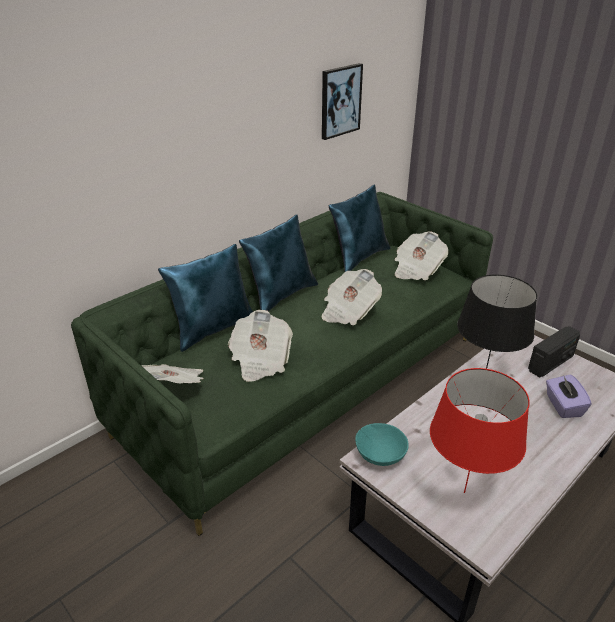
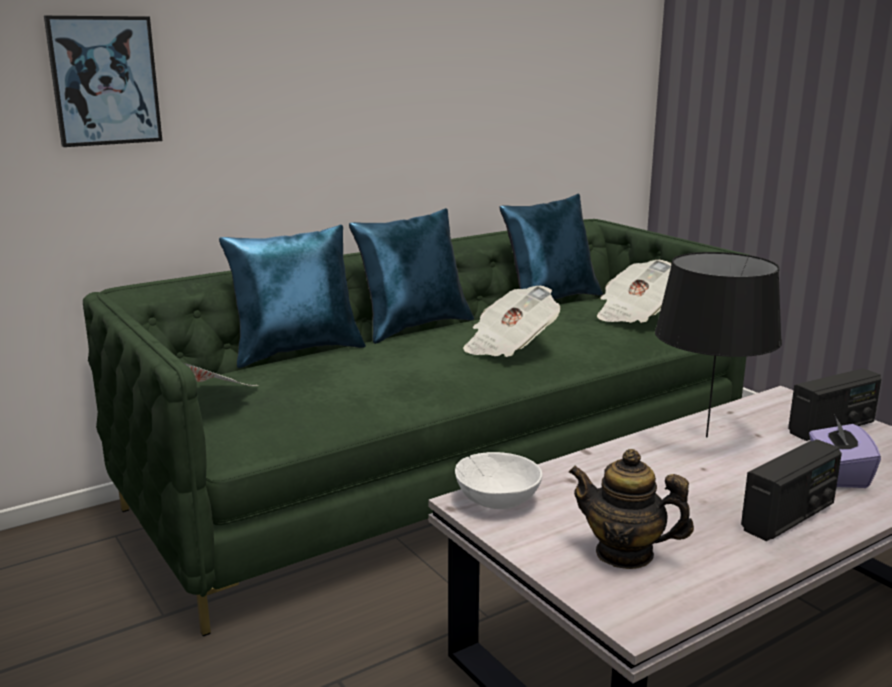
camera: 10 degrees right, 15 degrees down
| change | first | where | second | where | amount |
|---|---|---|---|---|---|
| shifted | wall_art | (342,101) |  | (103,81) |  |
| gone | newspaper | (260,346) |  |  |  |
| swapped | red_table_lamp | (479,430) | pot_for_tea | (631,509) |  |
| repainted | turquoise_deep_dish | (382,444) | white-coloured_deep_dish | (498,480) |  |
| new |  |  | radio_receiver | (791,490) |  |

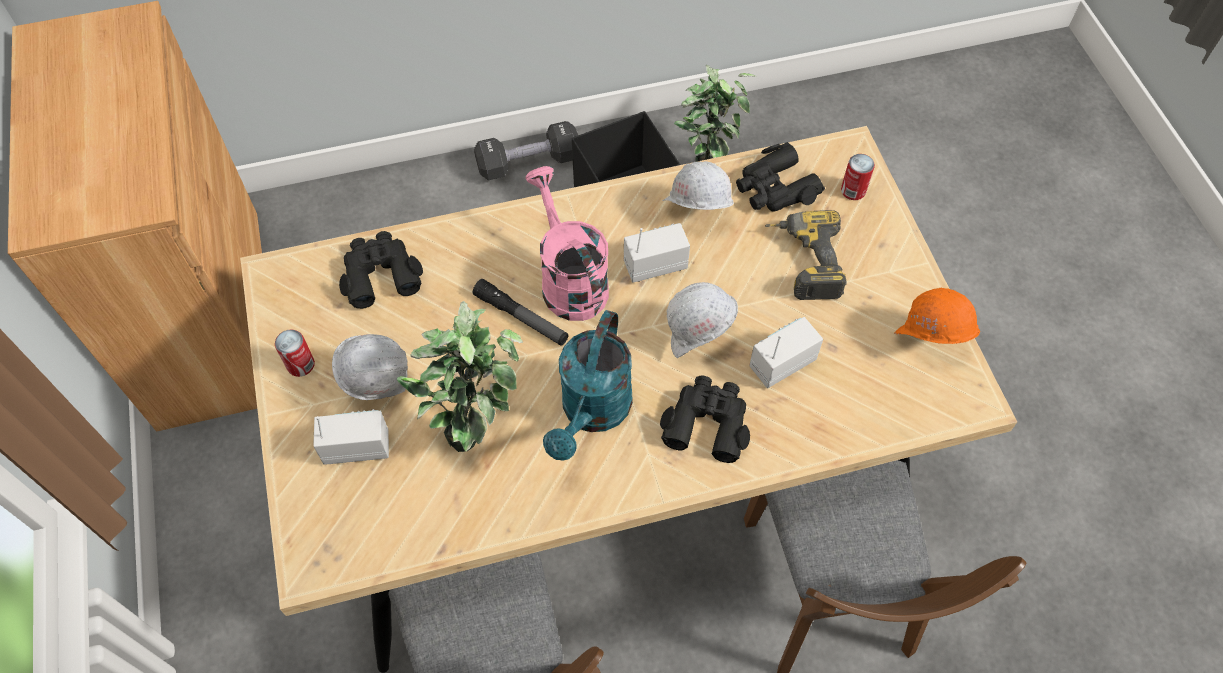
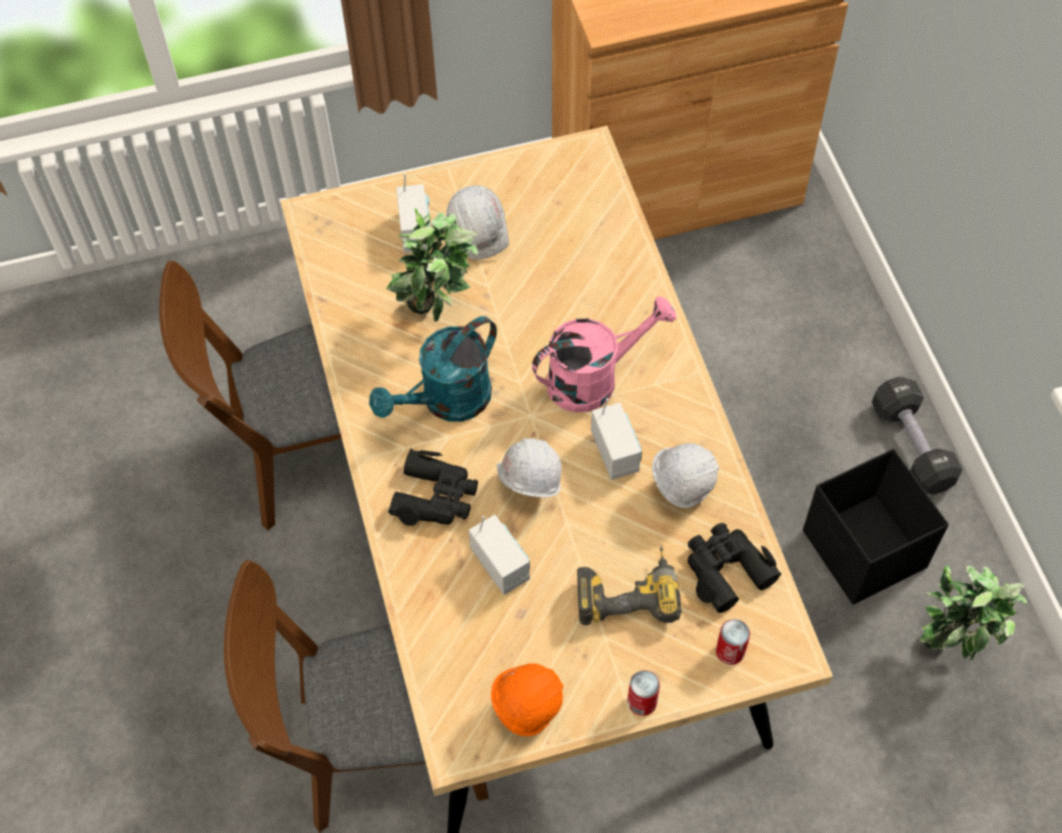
camera: 90 degrees right, 0 degrees up
| change | first | where | second | where | amount |
|---|---|---|---|---|---|
| gone | blackish_binoculars | (381,270) |  |  |  |
| gone | flashlight | (521,312) |  |  |  |
| rotated | turquoise_watering_can | (588,385) |  | (433,369) | 60 degrees counterclockwise |
| shifted | metal_can | (295,353) |  | (644,693) |  |

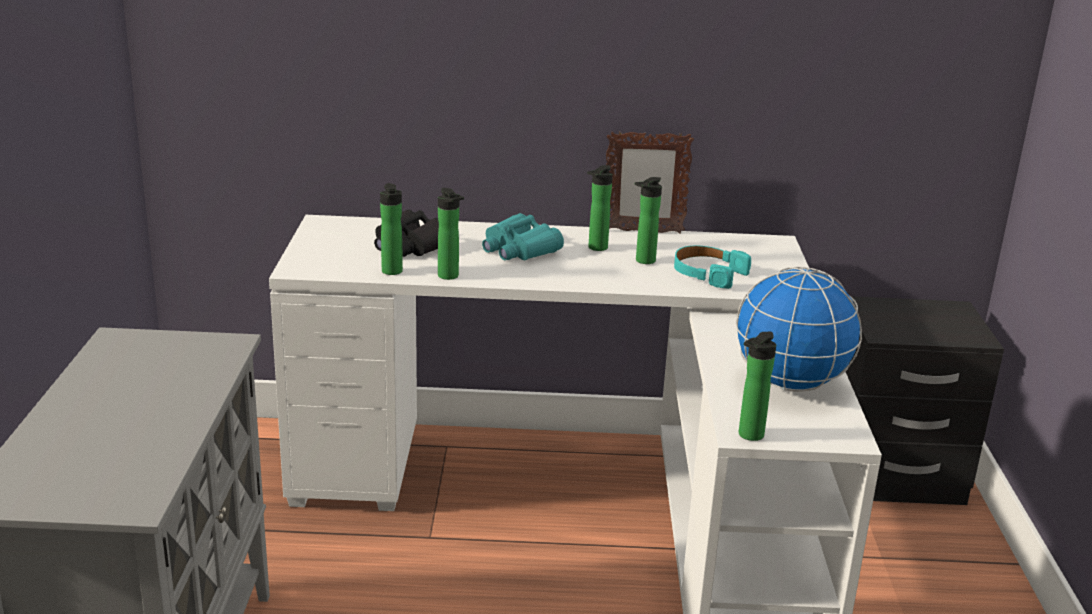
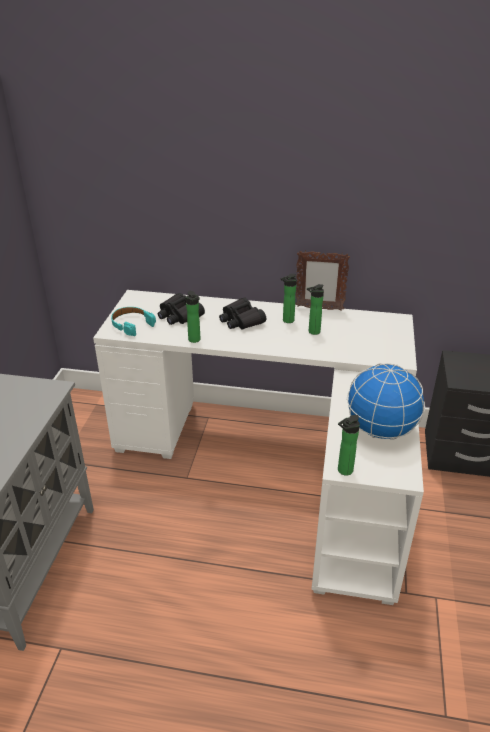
camera: 10 degrees right, 10 degrees up
| change | first | where | second | where | amount |
|---|---|---|---|---|---|
| gone | drink_bottle | (391,229) |  |  |  |
| repainted | turquoise_binoculars | (523,236) | blackish_binoculars | (242,313) |  |
| shifted | turquoise_headphones | (712,267) |  | (133,321) |  |

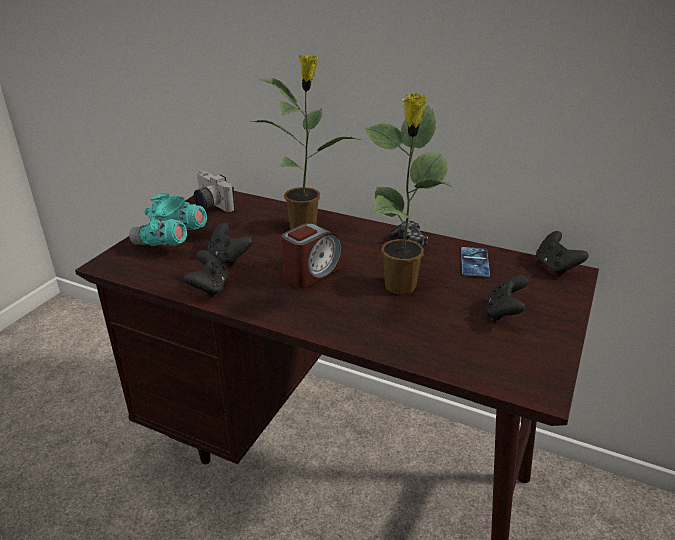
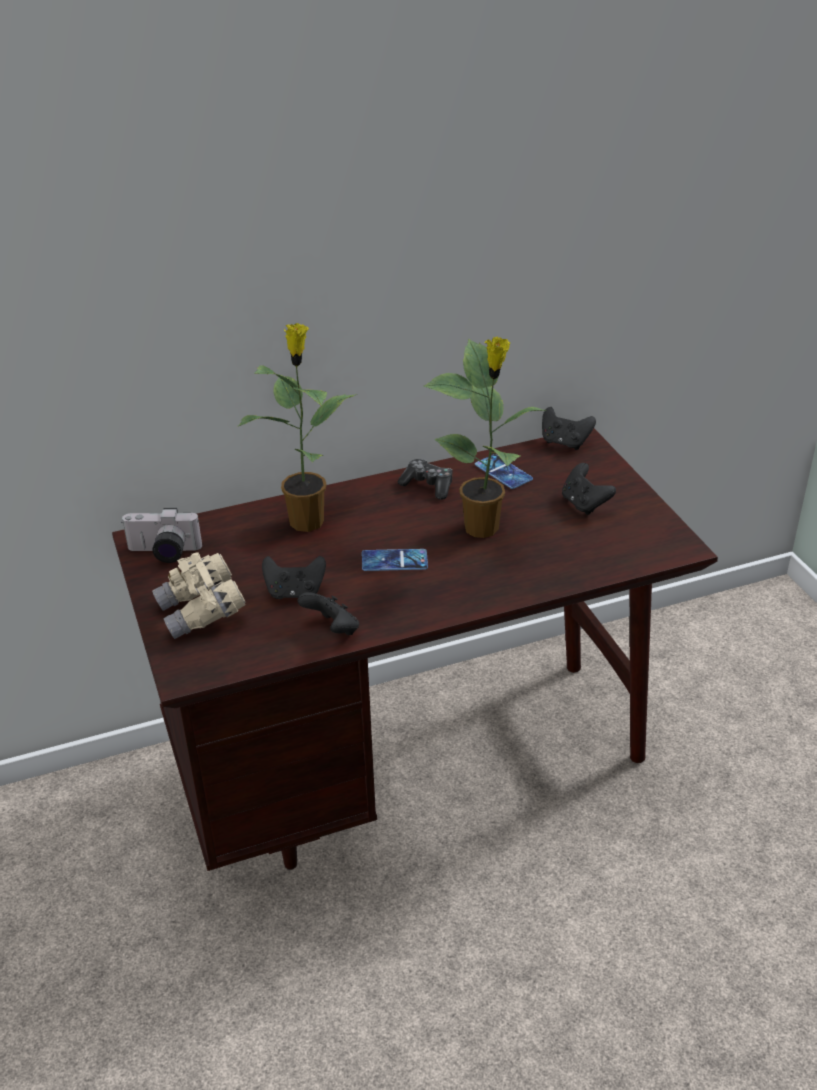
camera: 45 degrees left, 5 degrees up
| change | first | where | second | where | amount |
|---|---|---|---|---|---|
| repainted | turquoise_binoculars | (168,219) | sand-coloured_binoculars | (199,596) |  |
| swapped | alarm_clock | (311,255) | telephone | (395,560) |  |

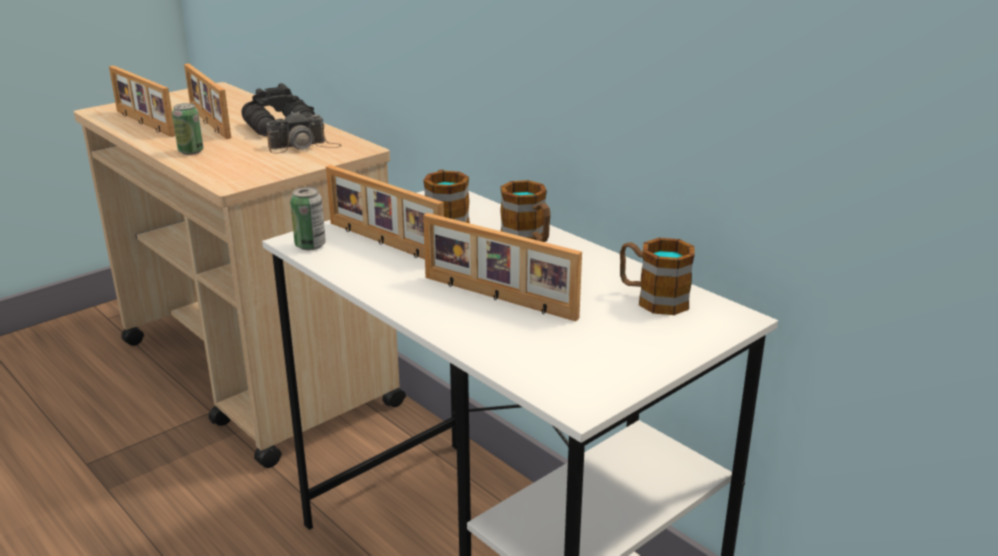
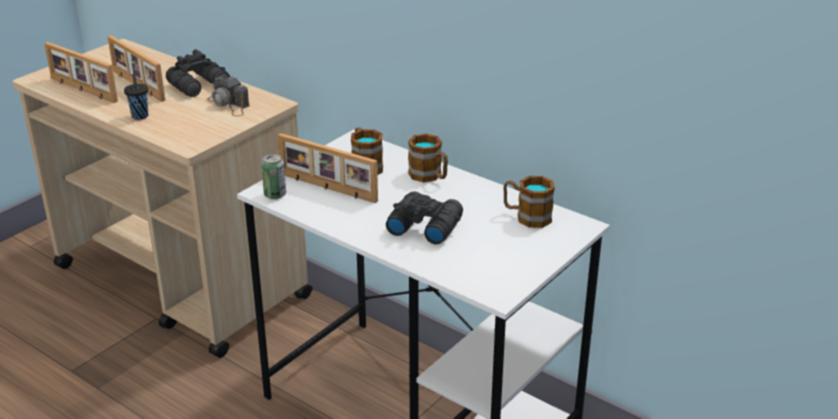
camera: 10 degrees left, 5 degrees up
| change | first | where | second | where | amount |
|---|---|---|---|---|---|
| swapped | metal_can | (188,129) | blackish_drinking_cup | (136,97) |  |
| rotated | photo_camera | (304,132) |  | (228,96) | 75 degrees clockwise |
| swapped | photo_frame | (502,267) | blackish_binoculars | (424,217) |  |

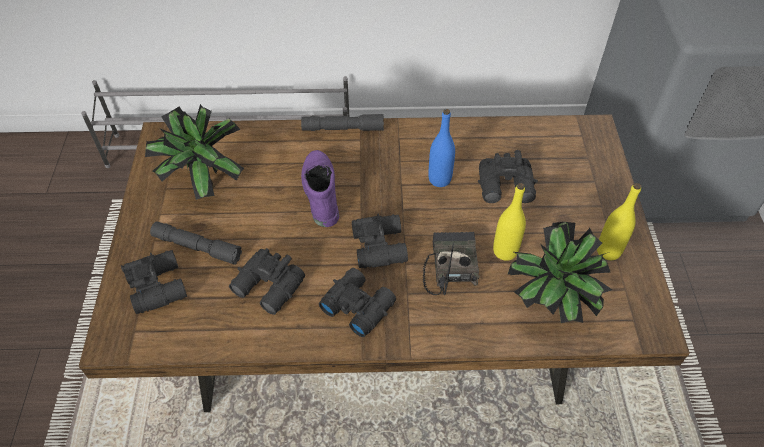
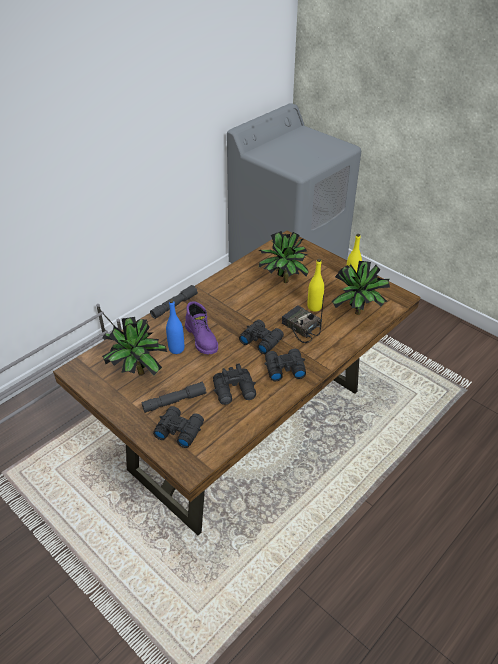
camera: 45 degrees left, 10 degrees down
| change | first | where | second | where | amount |
|---|---|---|---|---|---|
| shifted | blue-coloured_drink_bottle | (441,148) |  | (175,326) |  |
| rotated | purple-coloured_tall_boot | (320,188) |  | (201,328) | 150 degrees counterclockwise |
| swapped | blackish_binoculars | (508,176) | potted_plant | (284,257) |  |

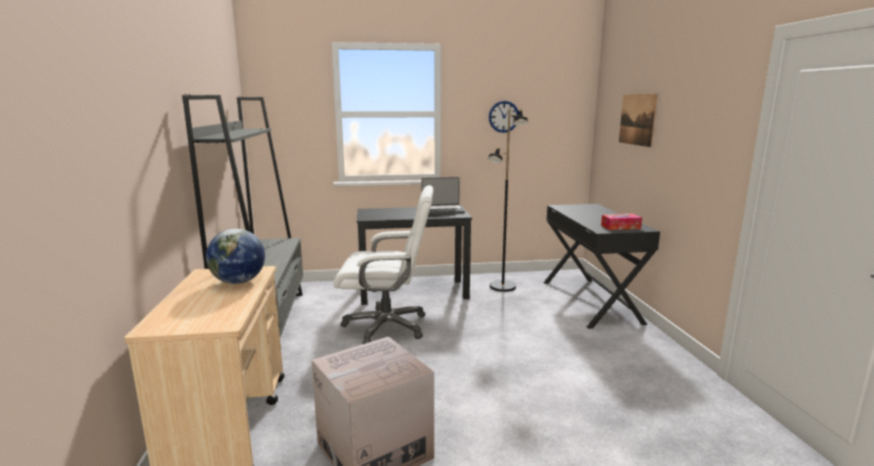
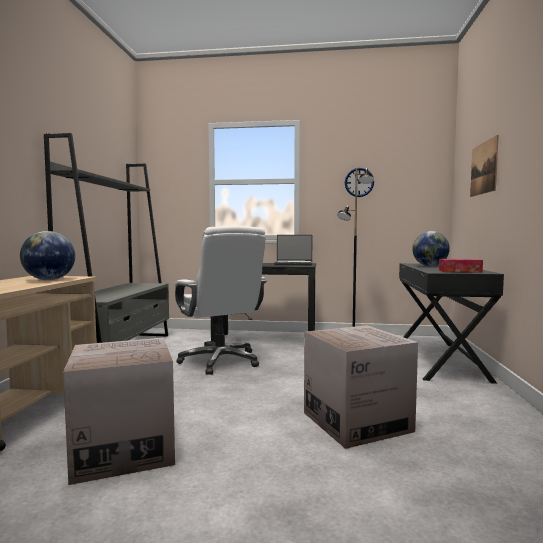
camera: 15 degrees right, 10 degrees down
| change | first | where | second | where | amount |
|---|---|---|---|---|---|
| rotated | white-coloured_desk_chair | (383,264) |  | (221,300) | 45 degrees clockwise |
| new |  |  | globe | (431,248) |  |
| new |  |  | cardboard_box | (361,387) |  |

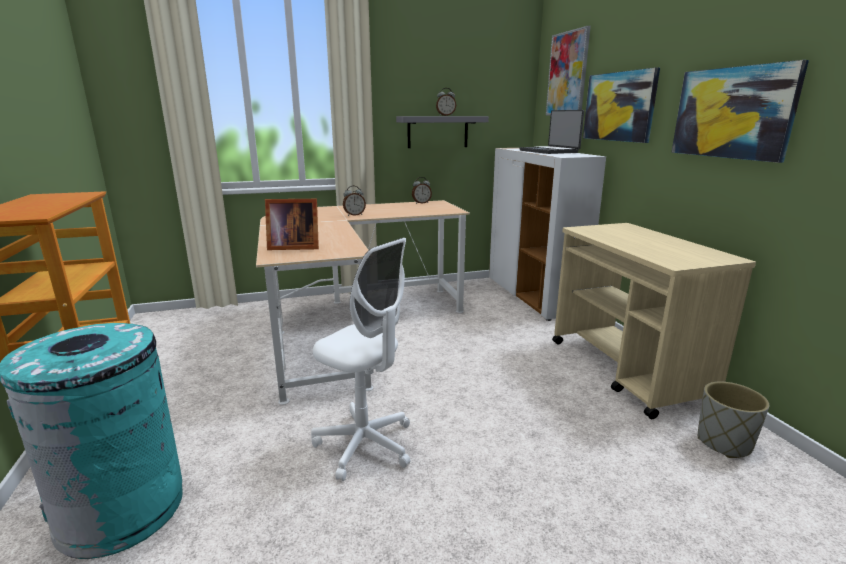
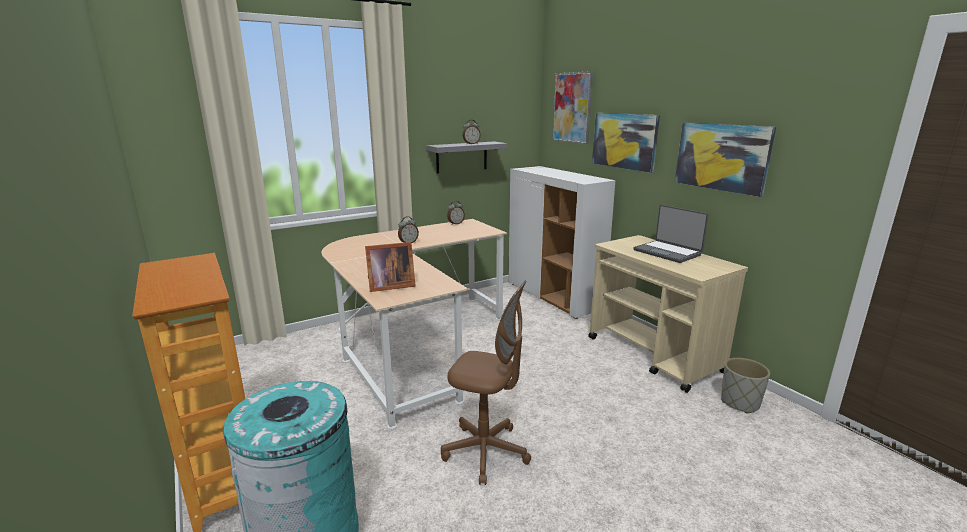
camera: 15 degrees left, 0 degrees up
| change | first | where | second | where | amount |
|---|---|---|---|---|---|
| shifted | portable_computer | (552,132) |  | (671,234) |  |
| repainted | white-coloured_desk_chair | (361,359) | brownish_desk_chair | (486,382) |  |

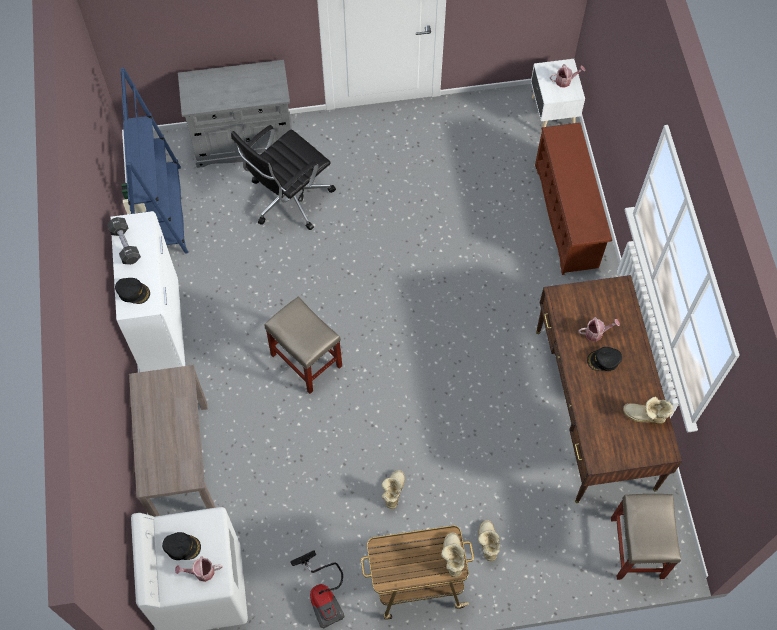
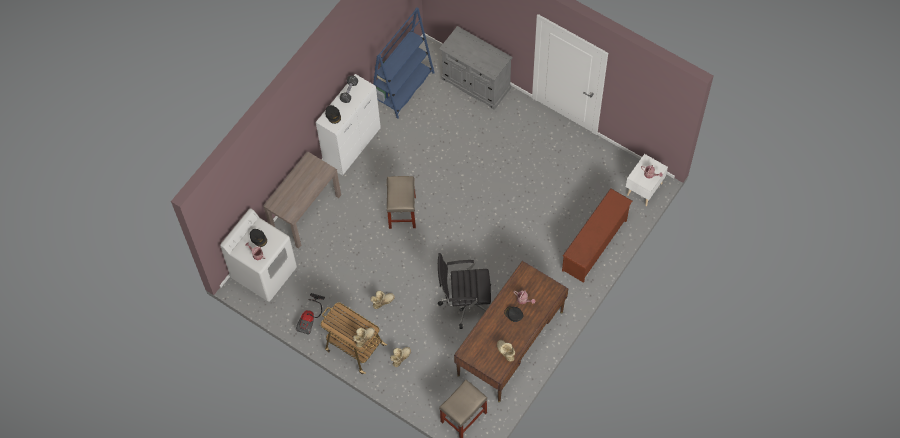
camera: 45 degrees right, 0 degrees up
| change | first | where | second | where | amount |
|---|---|---|---|---|---|
| shifted | blackish_desk_chair | (283,178) |  | (464,291) |  |

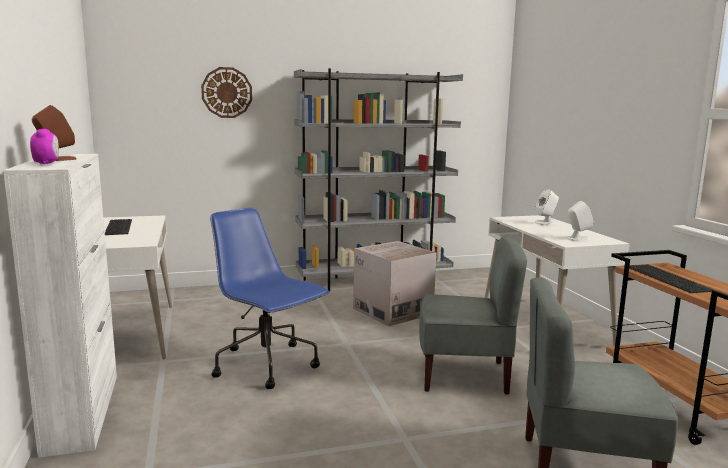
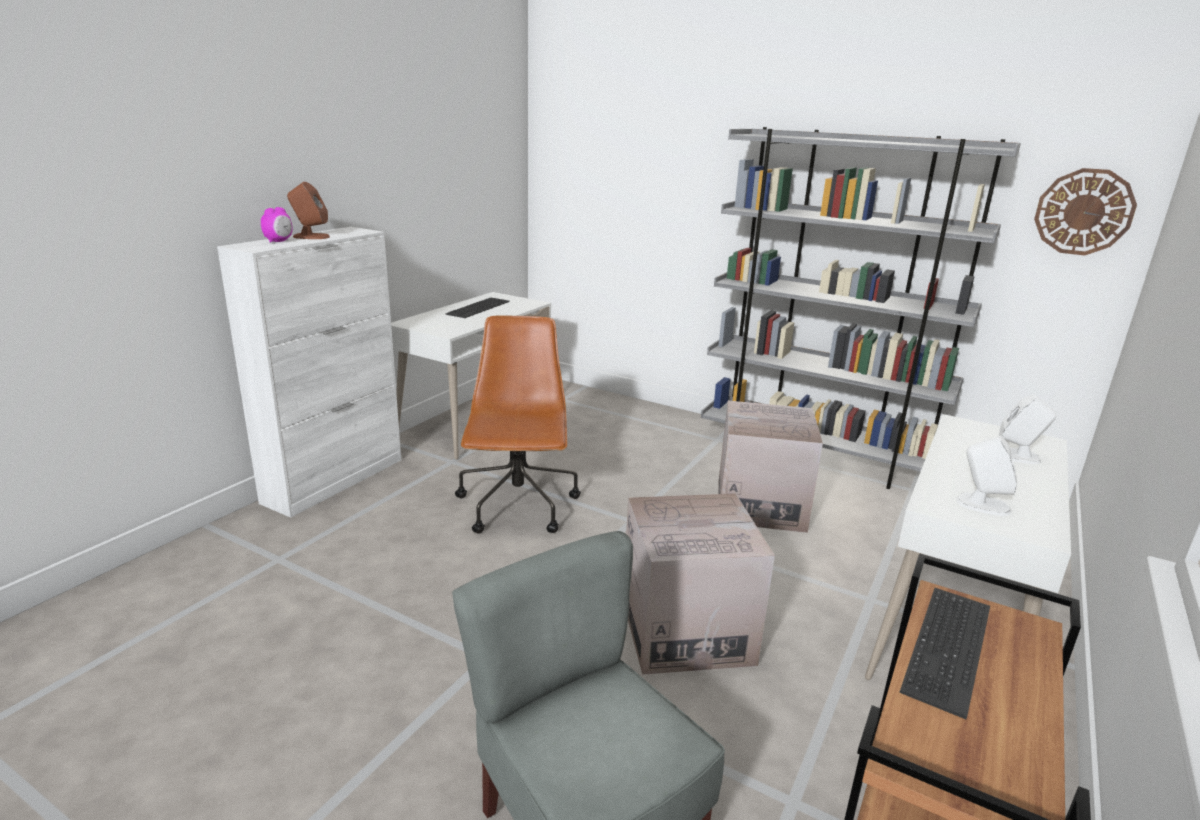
camera: 45 degrees right, 10 degrees up
| change | first | where | second | where | amount |
|---|---|---|---|---|---|
| shifted | hanging_clock | (226,92) |  | (1085,211) |  |
| repainted | blue-coloured_desk_chair | (270,298) | brownish_desk_chair | (518,424) |  |
| swapped | greyish_chair | (473,316) | cardboard_box | (700,584) |  |

